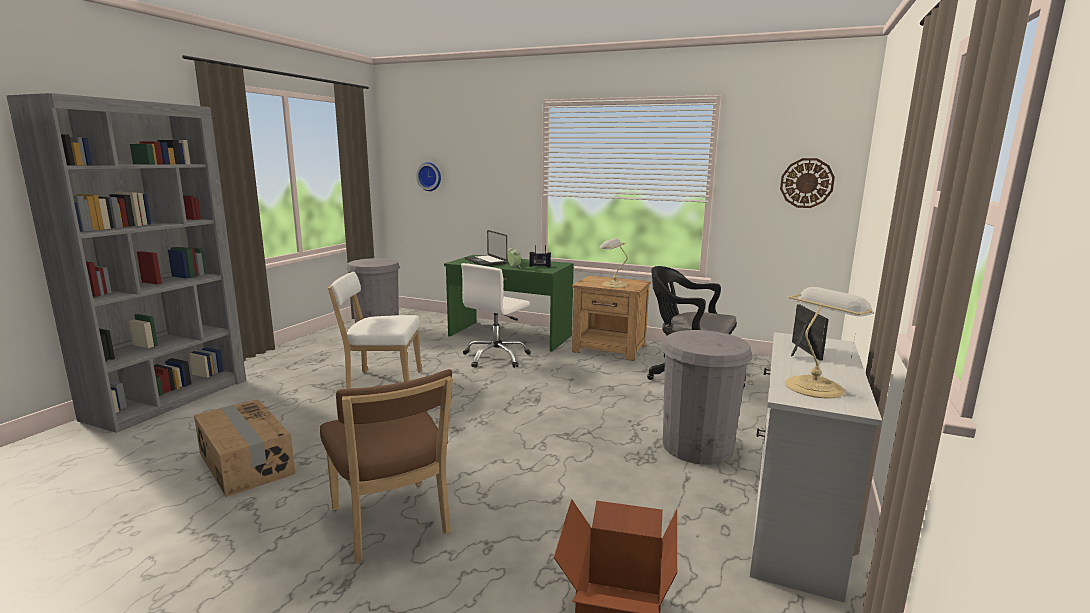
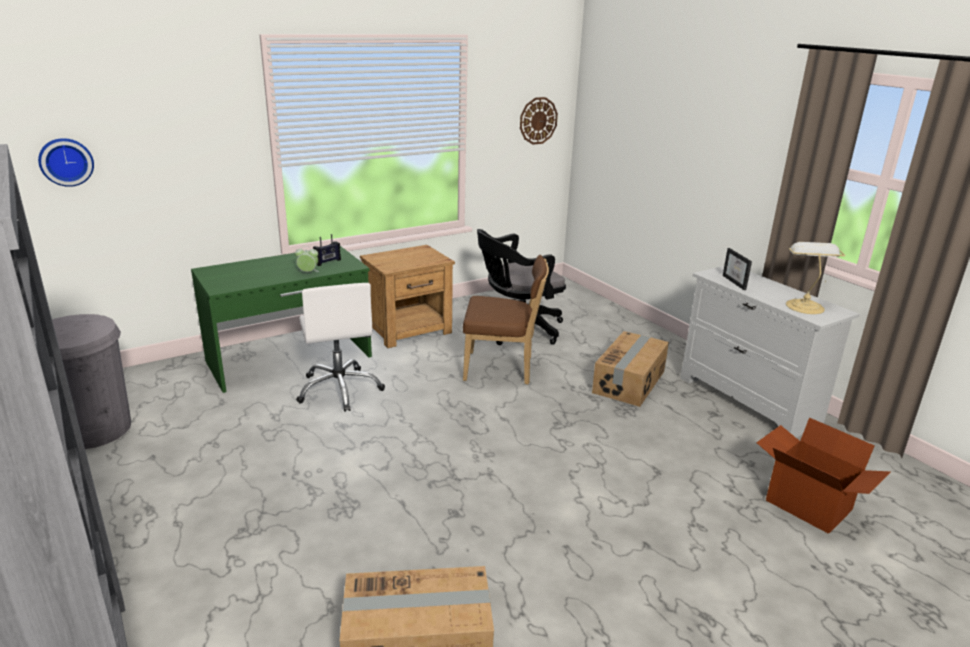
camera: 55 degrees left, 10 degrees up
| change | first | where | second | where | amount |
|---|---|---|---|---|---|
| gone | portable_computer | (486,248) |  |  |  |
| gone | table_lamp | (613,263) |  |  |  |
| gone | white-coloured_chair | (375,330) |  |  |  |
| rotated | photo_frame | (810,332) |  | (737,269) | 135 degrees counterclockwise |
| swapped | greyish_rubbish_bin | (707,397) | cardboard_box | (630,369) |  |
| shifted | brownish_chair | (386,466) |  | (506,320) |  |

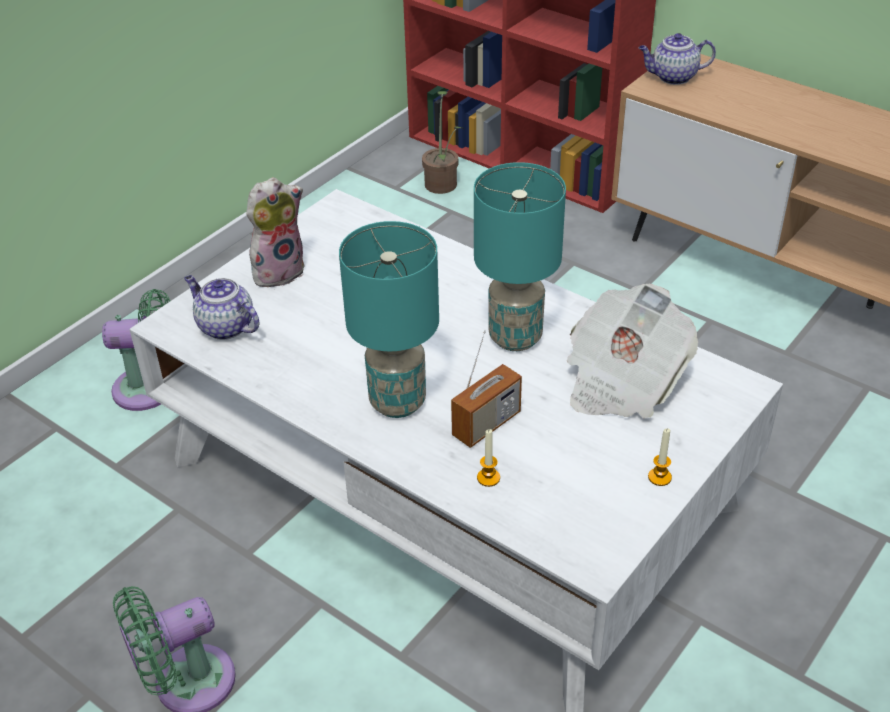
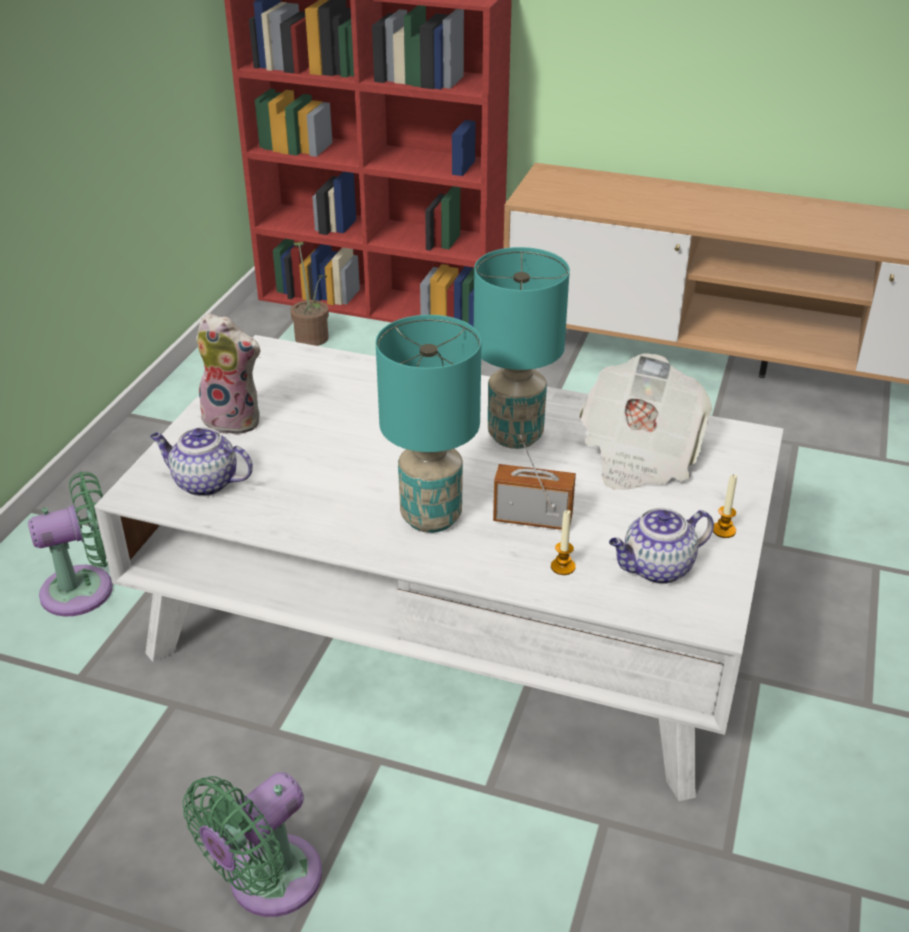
camera: 20 degrees left, 5 degrees down
| change | first | where | second | where | amount |
|---|---|---|---|---|---|
| shifted | pot_for_tea | (677,59) |  | (661,546) |  |
| rotated | plush_toy | (275,232) |  | (228,374) | 75 degrees clockwise |
| rotated | radio_receiver | (486,389) |  | (534,482) | 105 degrees counterclockwise |

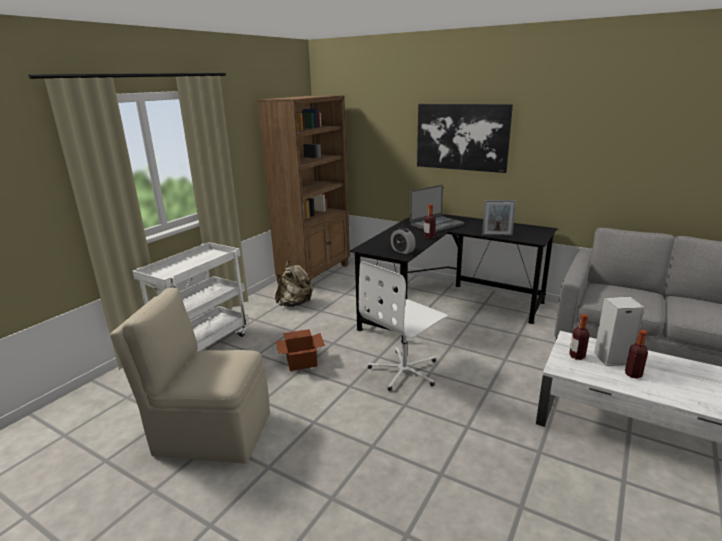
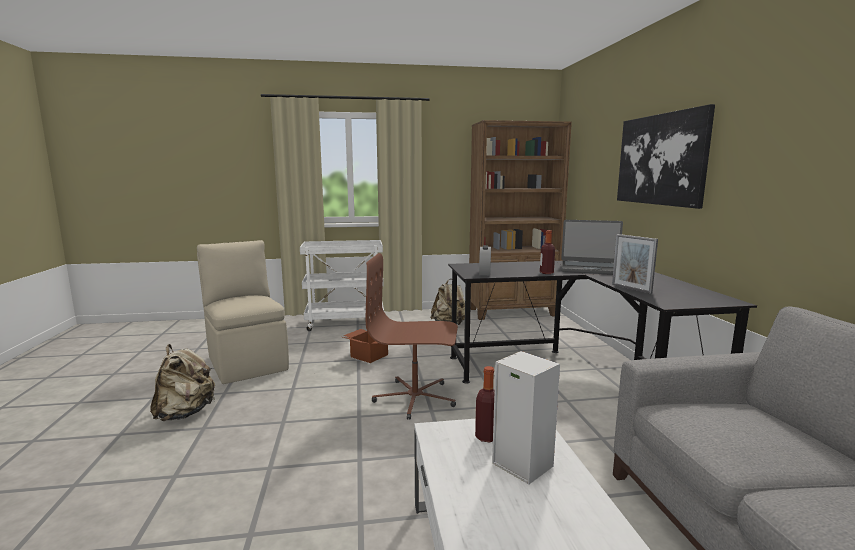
camera: 50 degrees right, 10 degrees down
| change | first | where | second | where | amount |
|---|---|---|---|---|---|
| repainted | white-coloured_desk_chair | (403,326) | brownish_desk_chair | (412,336) |  |
| gone | drink_bottle | (636,354) |  |  |  |
| new |  |  | sand-coloured_rucksack | (182,382) |  |

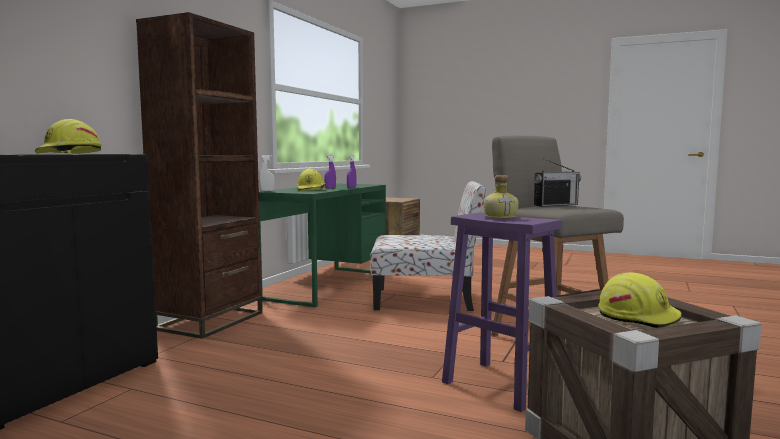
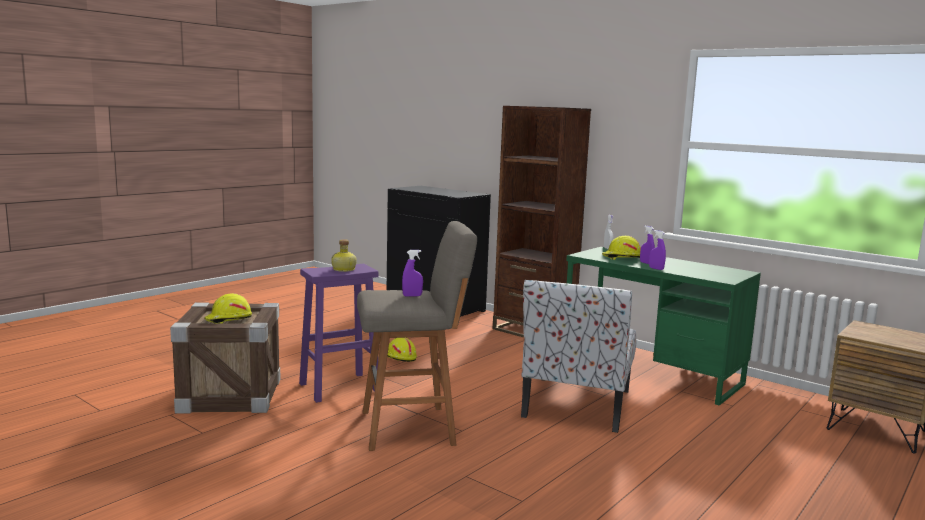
camera: 105 degrees right, 5 degrees up
| change | first | where | second | where | amount |
|---|---|---|---|---|---|
| shifted | yellow-coloured_hard_hat | (68,136) |  | (402,350) |  |
| swapped | radio_receiver | (557,182) | purple-coloured_spray_bottle | (412,273) |  |

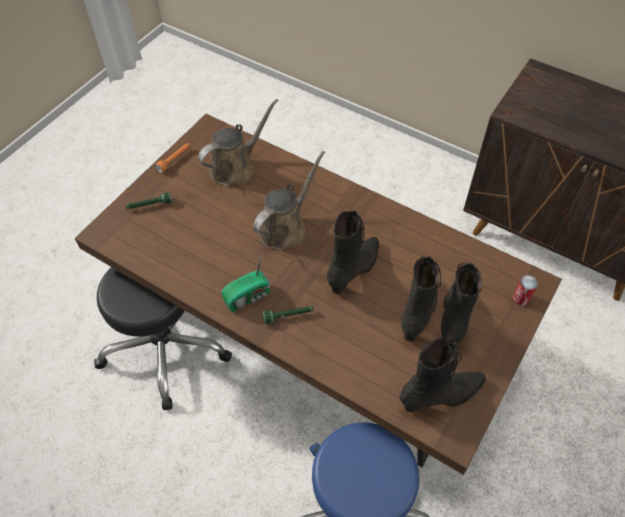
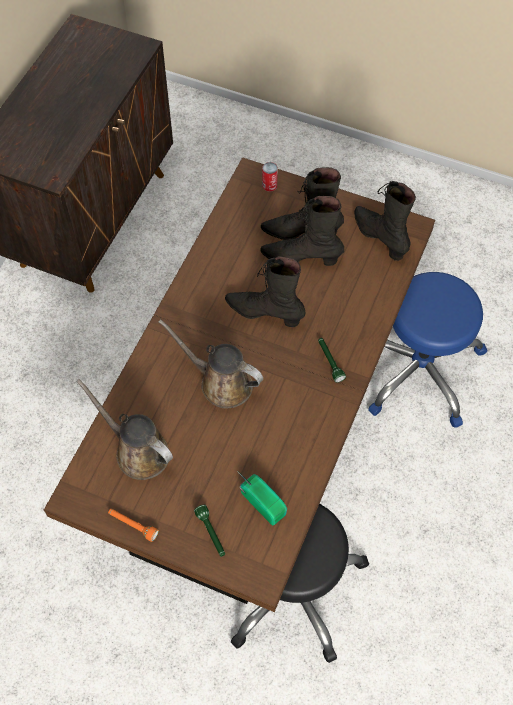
camera: 100 degrees left, 5 degrees up
| change | first | where | second | where | amount |
|---|---|---|---|---|---|
| shifted | radio_receiver | (245,283) |  | (262,498) |  |

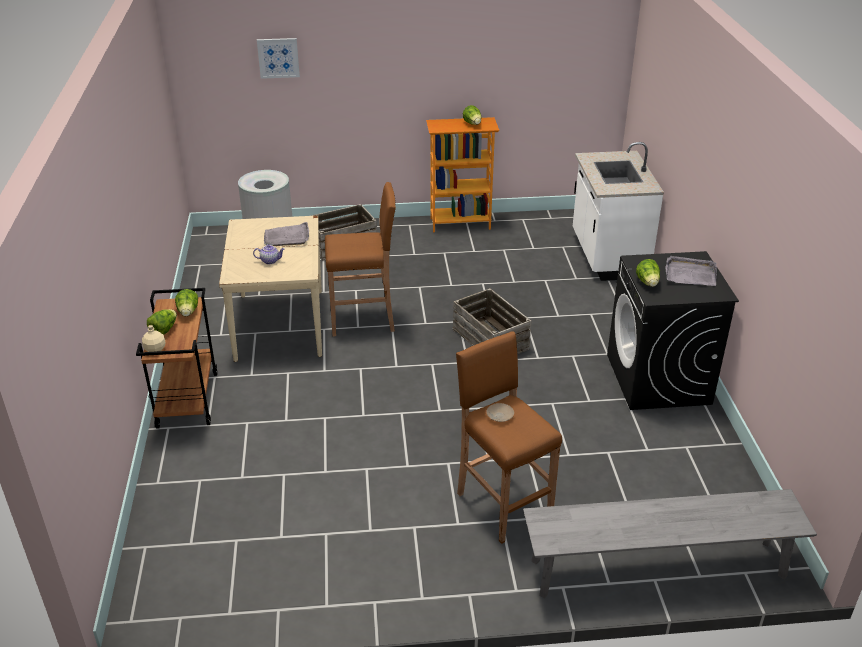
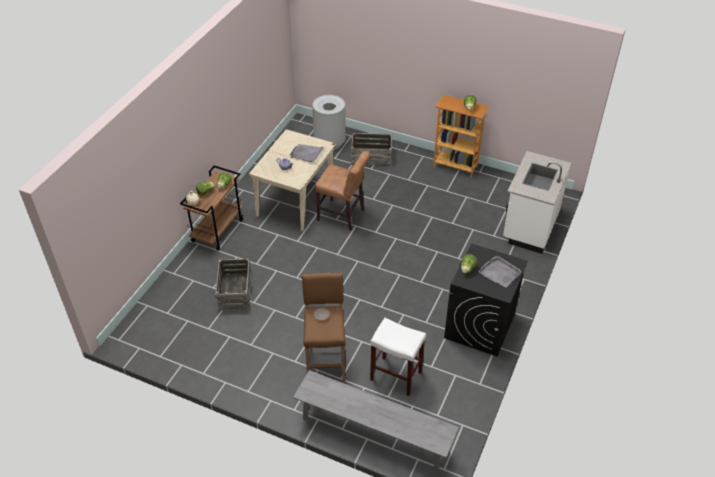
camera: 30 degrees right, 10 degrees up
| change | first | where | second | where | amount |
|---|---|---|---|---|---|
| gone | wall_art | (278,58) |  |  |  |
| swapped | brownish_stool | (360,259) | brownish_chair | (342,190) |  |
| shifted | shipping_crate | (491,321) |  | (233,285) |  |
| new |  |  | white-coloured_stool | (398,357) |  |

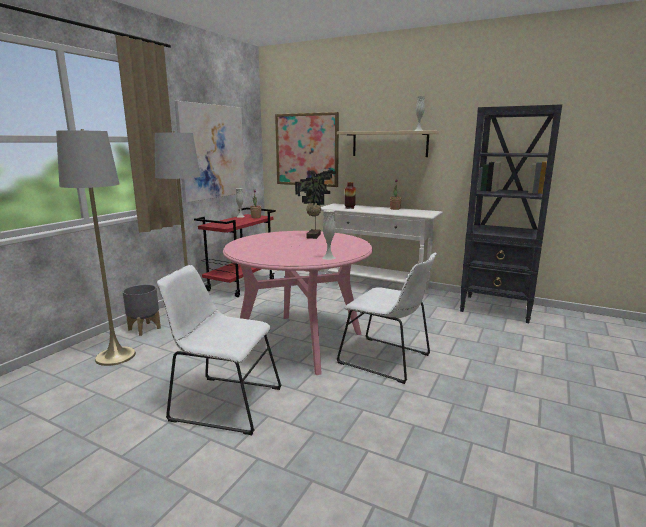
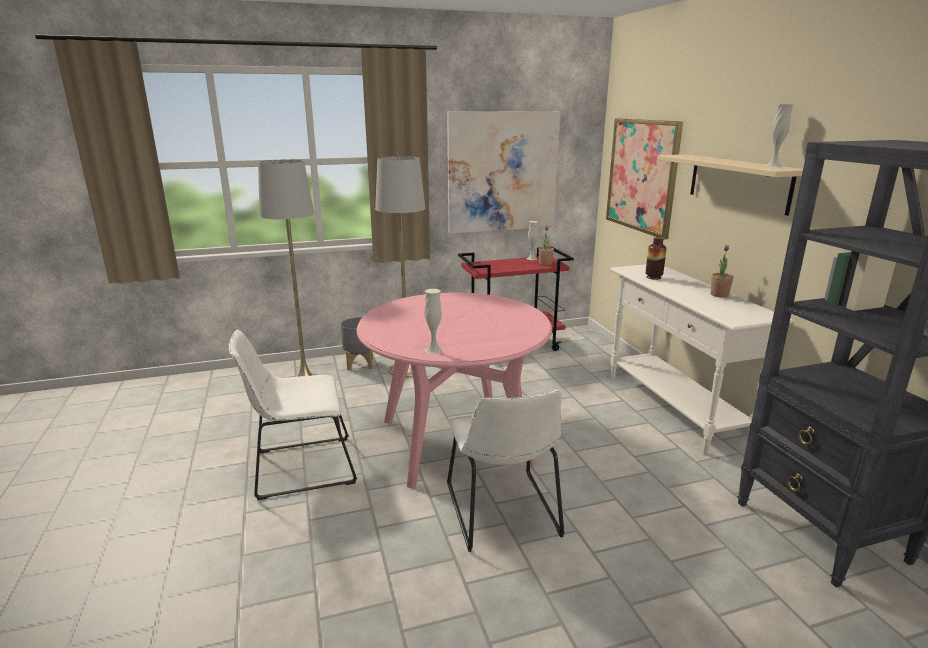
camera: 45 degrees right, 5 degrees up
| change | first | where | second | where | amount |
|---|---|---|---|---|---|
| gone | potted_plant | (316,204) |  |  |  |
| rotated | white-coloured_chair | (219,350) |  | (293,415) | 75 degrees counterclockwise |

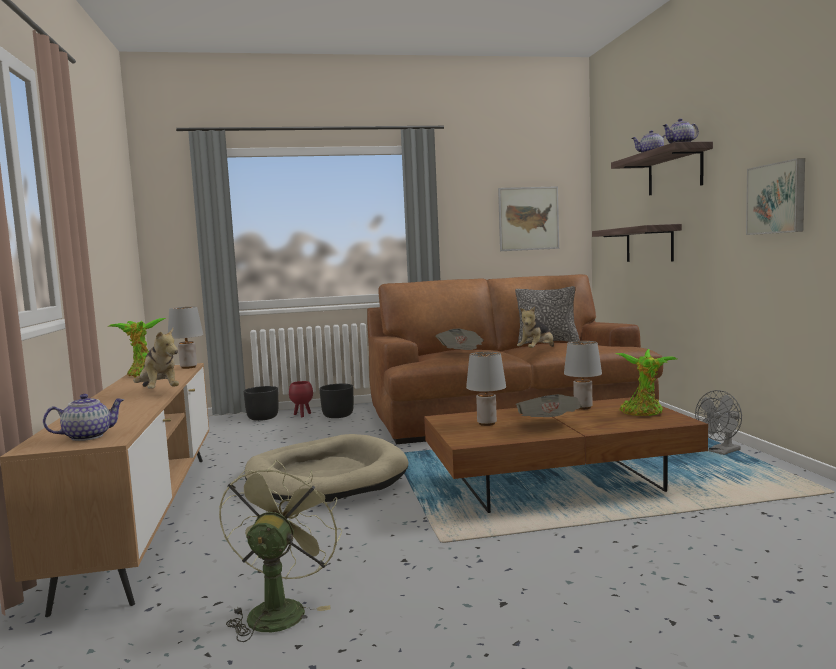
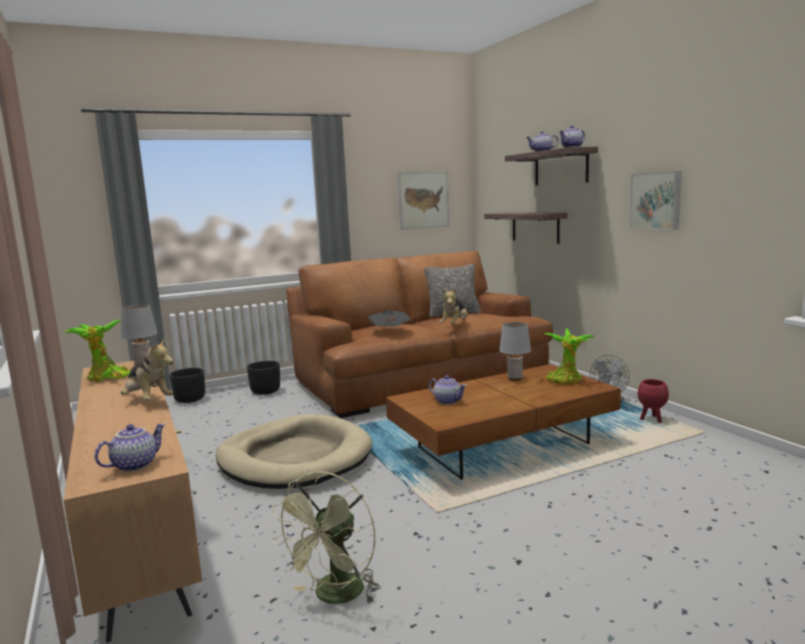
camera: 15 degrees left, 5 degrees up
| change | first | where | second | where | amount |
|---|---|---|---|---|---|
| swapped | greyish_table_lamp | (486,389) | pot_for_tea | (447,390) |  |
| shifted | red_flower_pot | (301,399) |  | (653,401) |  |
| gone | newspaper | (549,405) |  |  |  |
| rotated | green_cooling_fan | (280,551) |  | (326,538) | 150 degrees counterclockwise |

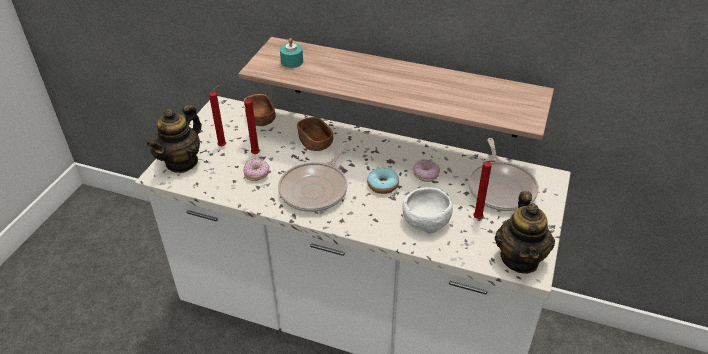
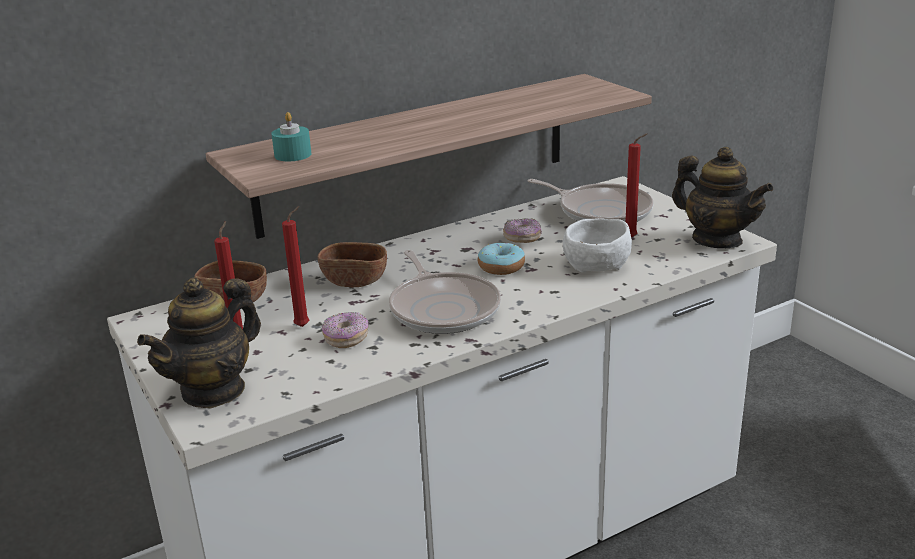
camera: 50 degrees left, 15 degrees down
| change | first | where | second | where | amount |
|---|---|---|---|---|---|
| rotated | pot_for_tea | (174,138) |  | (199,343) | 60 degrees clockwise |

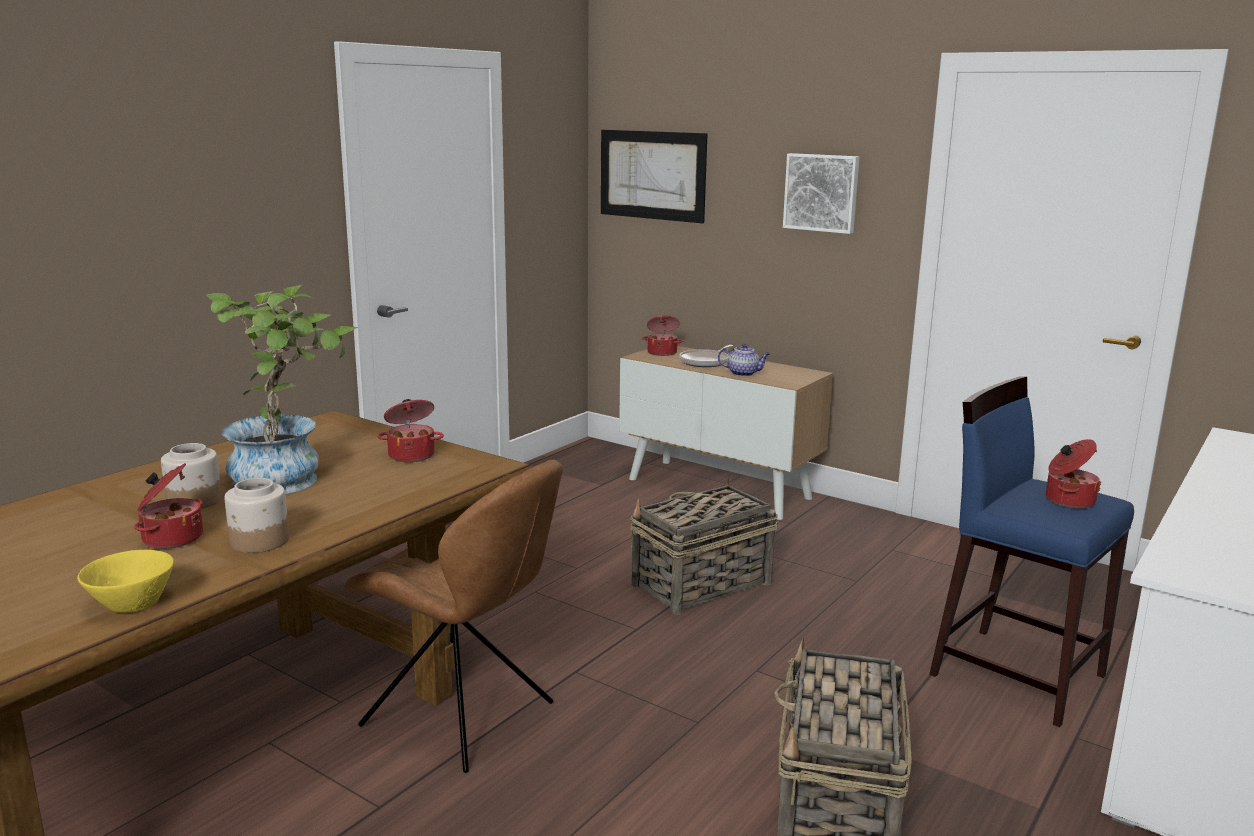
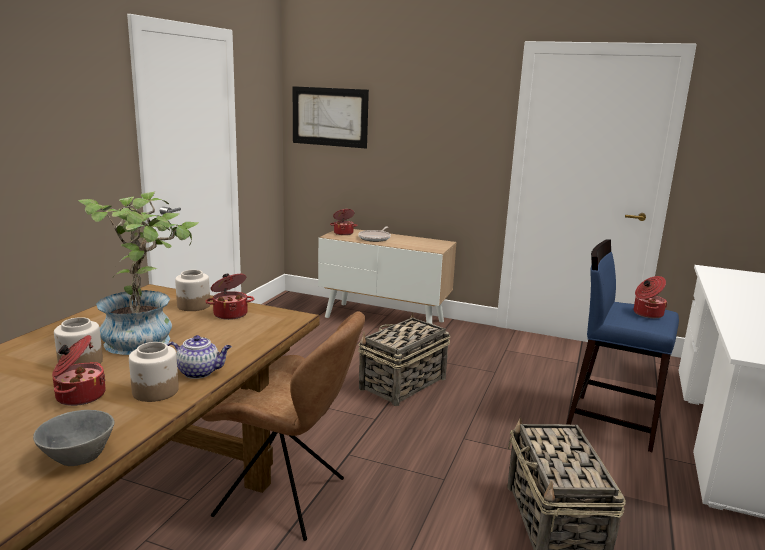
camera: 15 degrees left, 0 degrees up
| change | first | where | second | where | amount |
|---|---|---|---|---|---|
| gone | wall_art | (821,193) |  |  |  |
| shifted | pot_for_tea | (744,360) |  | (199,357) |  |
| repainted | yellow-coloured_deep_dish | (125,581) | greyish_deep_dish | (73,438) |  |
| new |  |  | preserve_jar | (192,290) |  |

